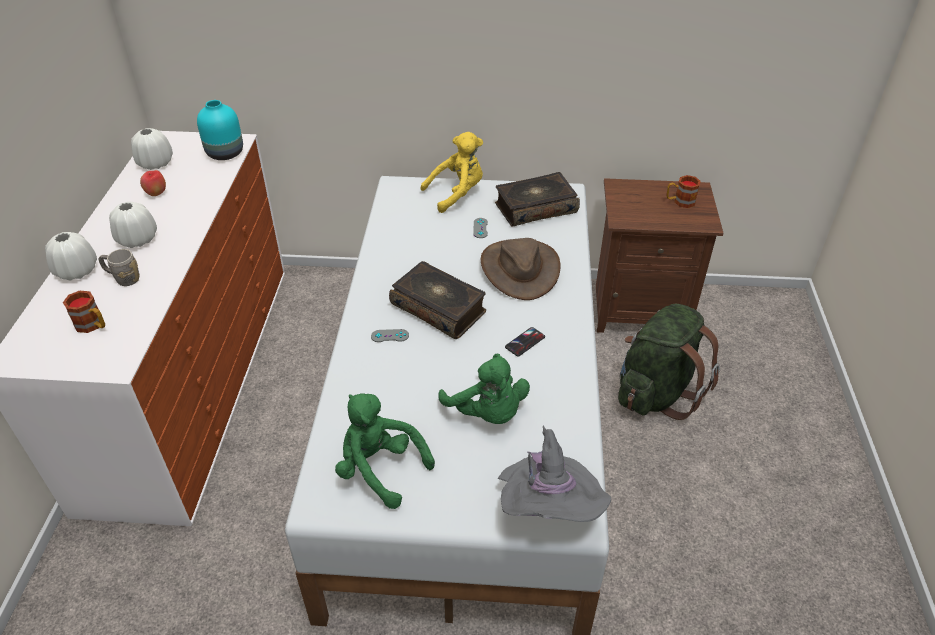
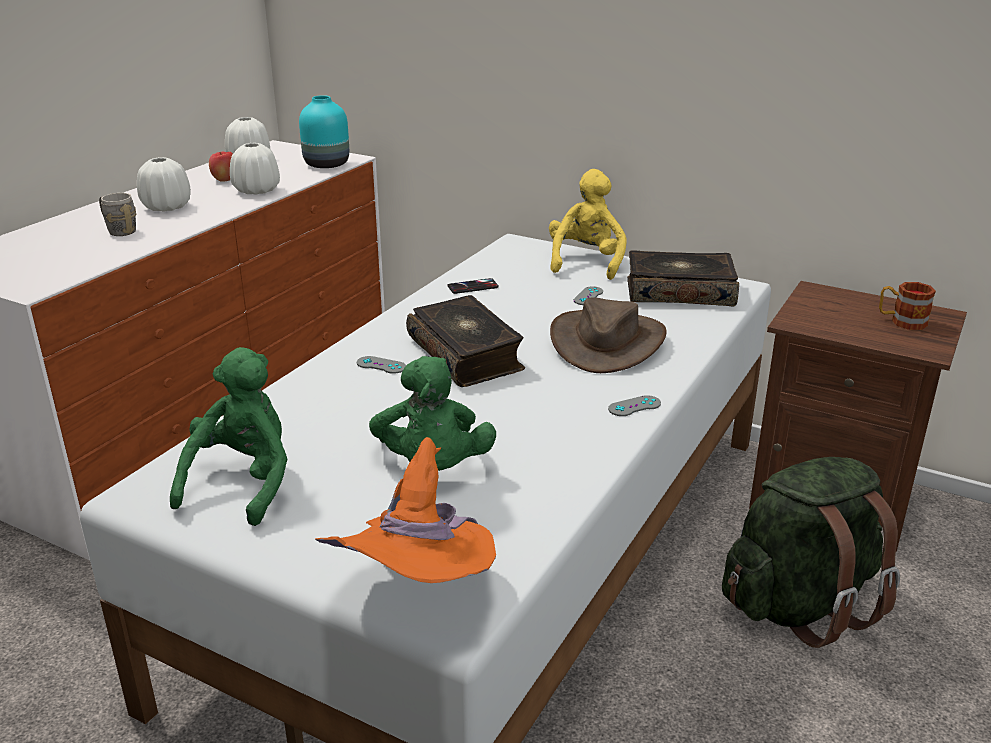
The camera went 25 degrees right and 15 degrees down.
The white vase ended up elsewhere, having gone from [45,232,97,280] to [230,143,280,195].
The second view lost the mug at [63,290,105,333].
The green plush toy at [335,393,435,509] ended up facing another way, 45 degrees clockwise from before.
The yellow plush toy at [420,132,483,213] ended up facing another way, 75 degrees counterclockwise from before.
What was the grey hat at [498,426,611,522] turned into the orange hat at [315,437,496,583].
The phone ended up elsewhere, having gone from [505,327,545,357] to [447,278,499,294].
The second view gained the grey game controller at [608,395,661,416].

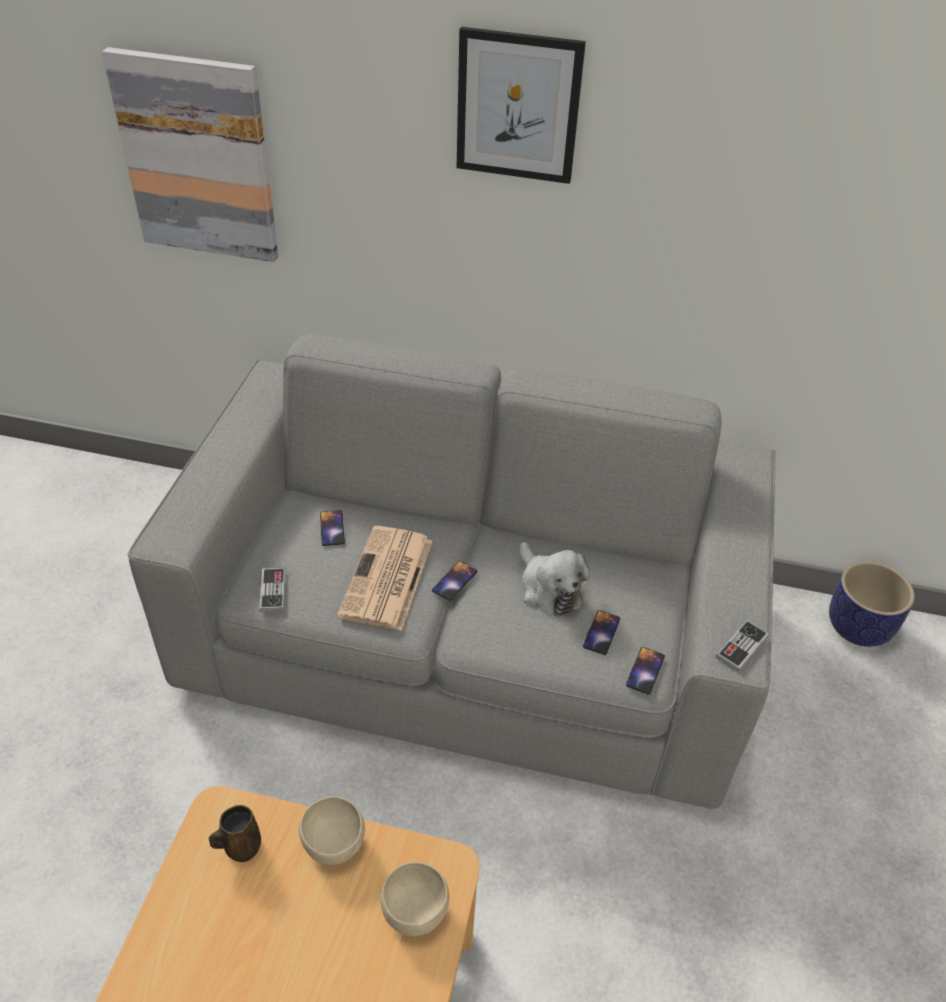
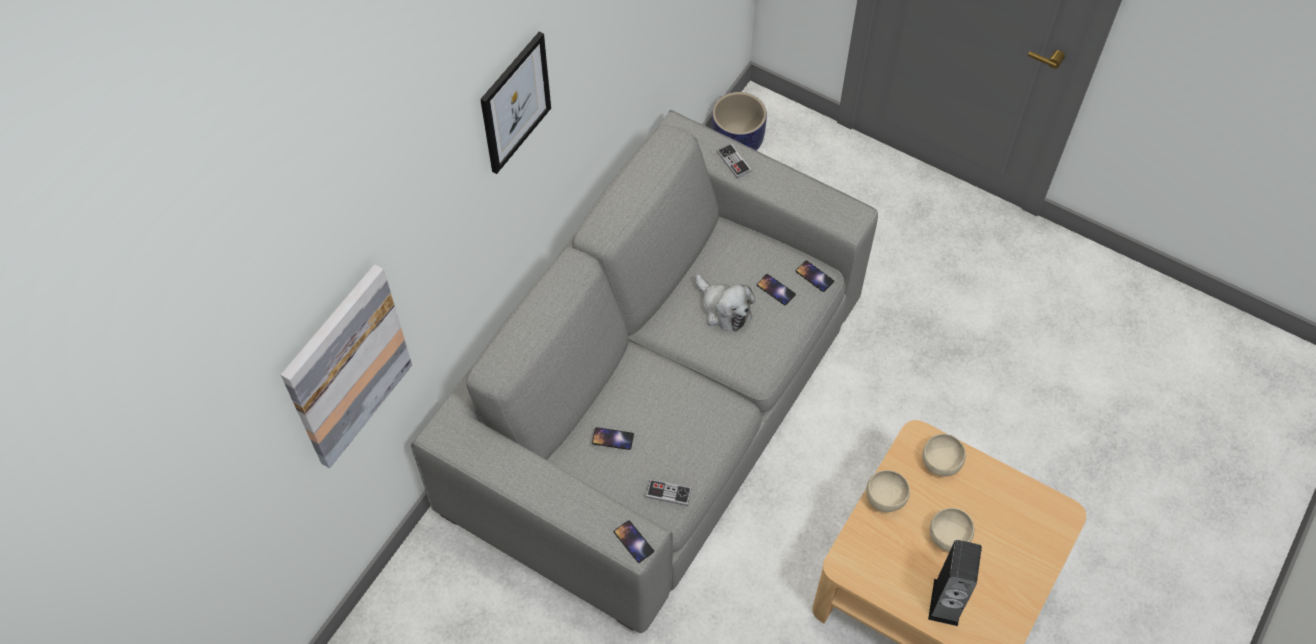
The camera went 70 degrees left and 15 degrees up.
The second view lost the brown mug at [209,805,261,862].
The second view lost the newspaper at [337,526,432,631].
The phone ended up elsewhere, having gone from [432,561,477,601] to [614,520,654,563].
The plush toy at [520,542,590,617] ended up facing another way, 60 degrees clockwise from before.
The game controller ended up elsewhere, having gone from [715,620,769,672] to [717,143,752,179].
The second view gained the speaker at [928,540,982,626].
The second view gained the beige bowl at [930,508,974,552].

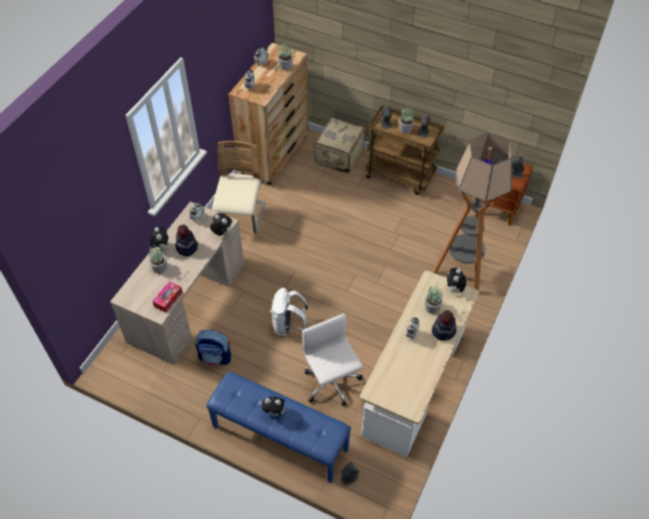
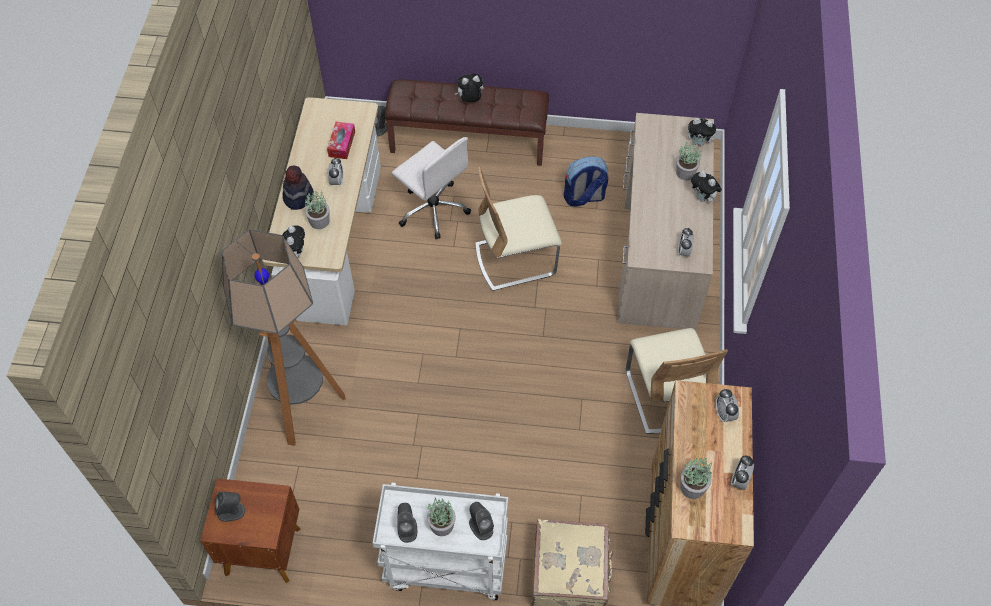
The camera went 160 degrees right and 5 degrees up.
The tissue box ended up elsewhere, having gone from [152,281,183,313] to [327,122,355,159].
The second view lost the hat at [175,225,198,256].
What was the blue bench at [206,372,351,483] turned into the brown bench at [385,80,549,166].
The plush toy ended up elsewhere, having gone from [210,213,232,236] to [687,118,718,146].
Where the white backpack stood at [271,288,308,336], the beige chair came to stand at [475,167,562,291].
What was the brown cart at [365,106,444,195] turned into the white cart at [372,483,508,600].

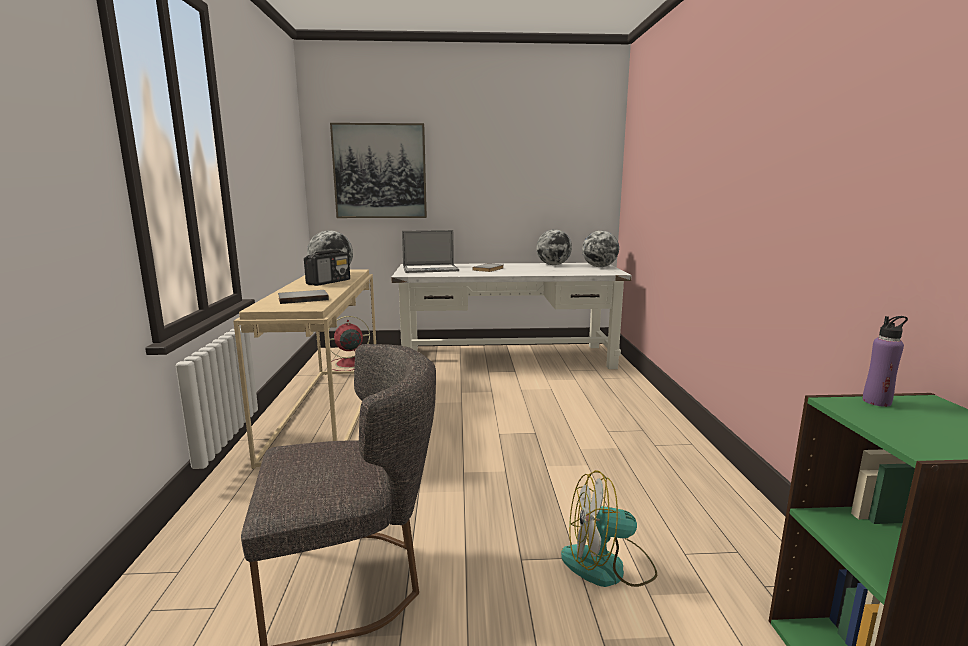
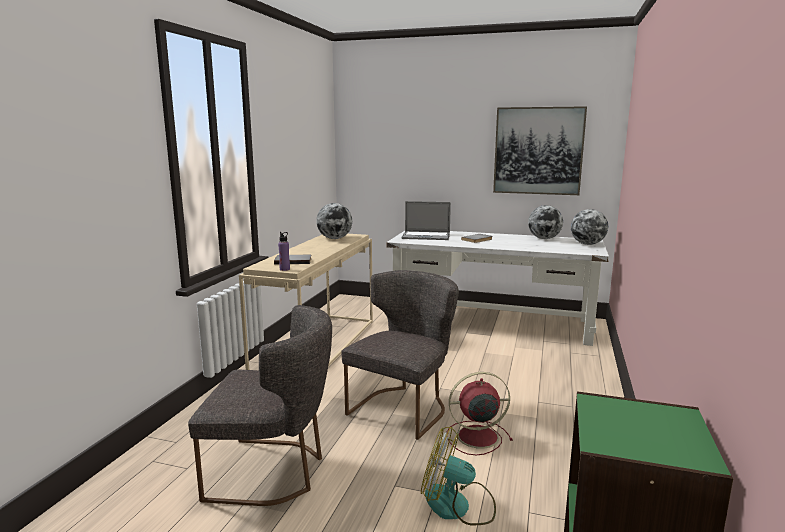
The camera went 20 degrees right and 0 degrees up.
The second view lost the radio at [304,249,350,286].
The red fan ended up elsewhere, having gone from [329,316,370,371] to [447,372,513,455].
The picture ended up elsewhere, having gone from [330,123,427,218] to [493,106,587,195].
The purple bottle ended up elsewhere, having gone from [863,316,908,407] to [278,232,290,271].
The second view gained the grey chair at [341,270,459,440].

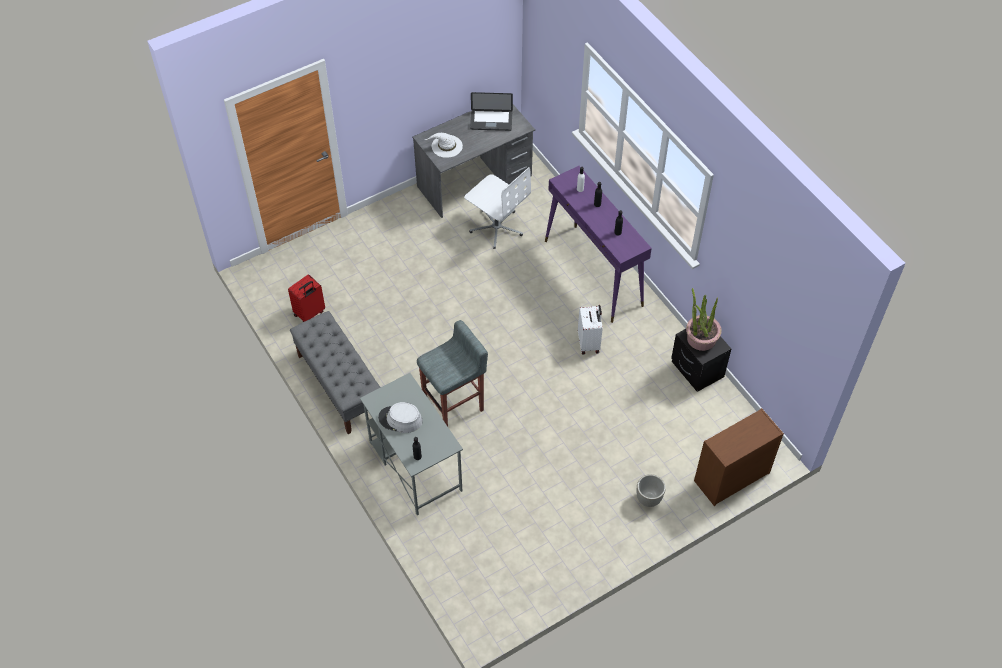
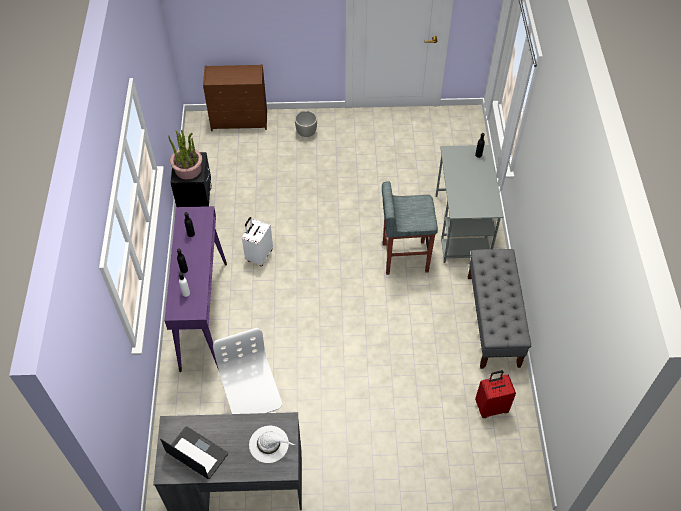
The camera went 150 degrees left and 0 degrees up.
The second view lost the grey hat at [378,402,423,433].

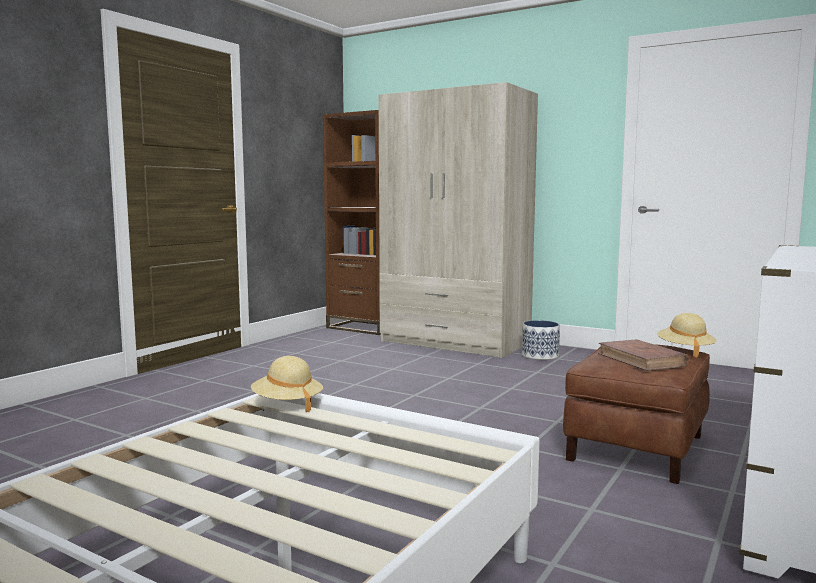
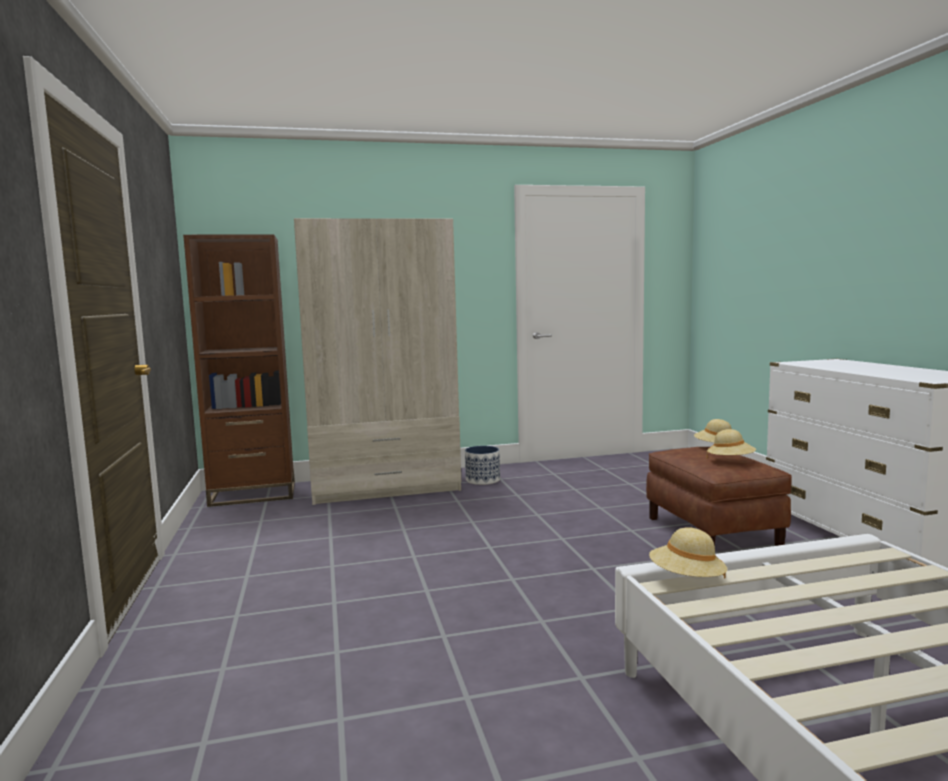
The camera went 45 degrees left and 0 degrees up.
Where the brown book stood at [598,339,689,371], the beige hat came to stand at [706,429,756,459].

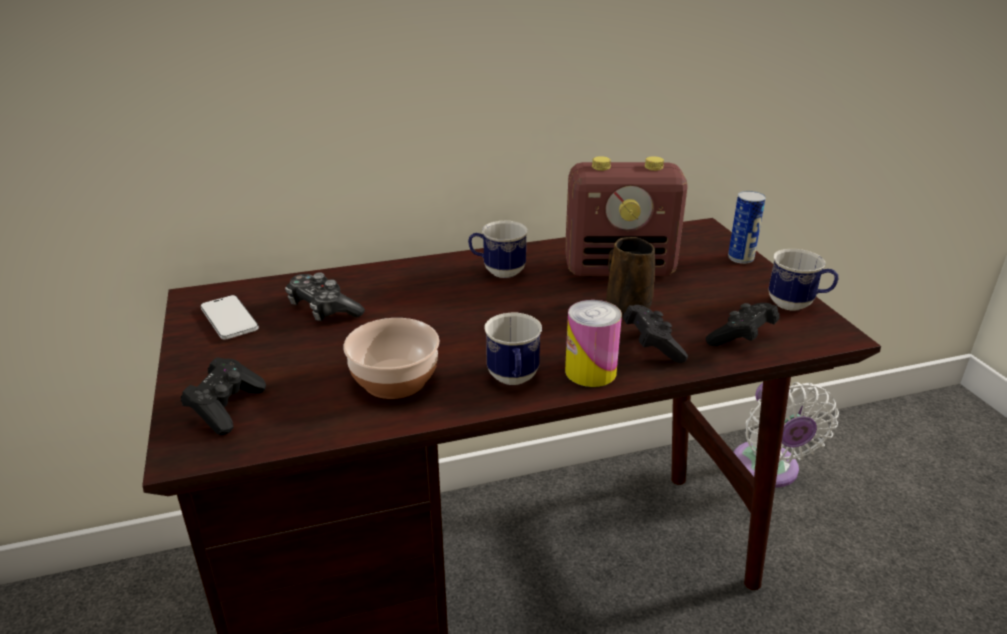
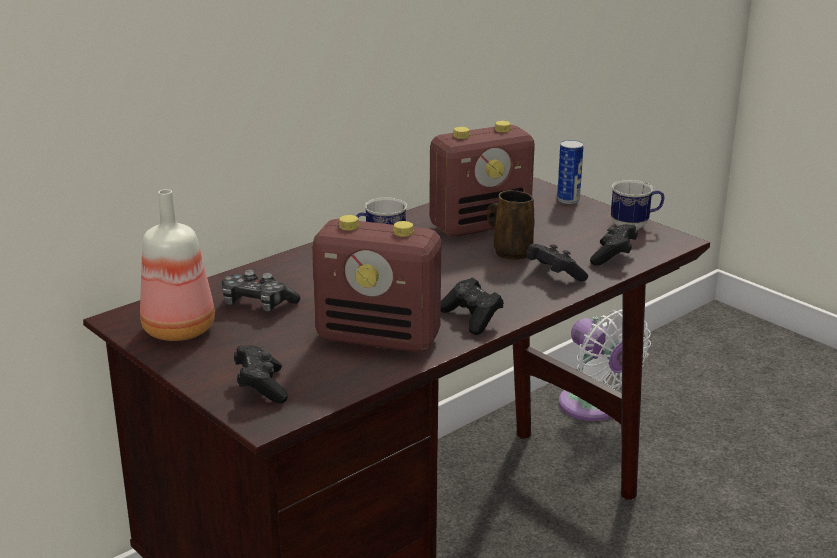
The camera went 25 degrees left and 5 degrees down.
Where the phone stood at [200,295,259,339], the bottle came to stand at [140,189,215,341].
Where the bowl stood at [343,318,440,399], the radio came to stand at [312,215,441,352].
Where the mug stood at [484,313,542,385], the black game controller came to stand at [441,278,504,335].
The second view lost the can at [565,300,622,387].

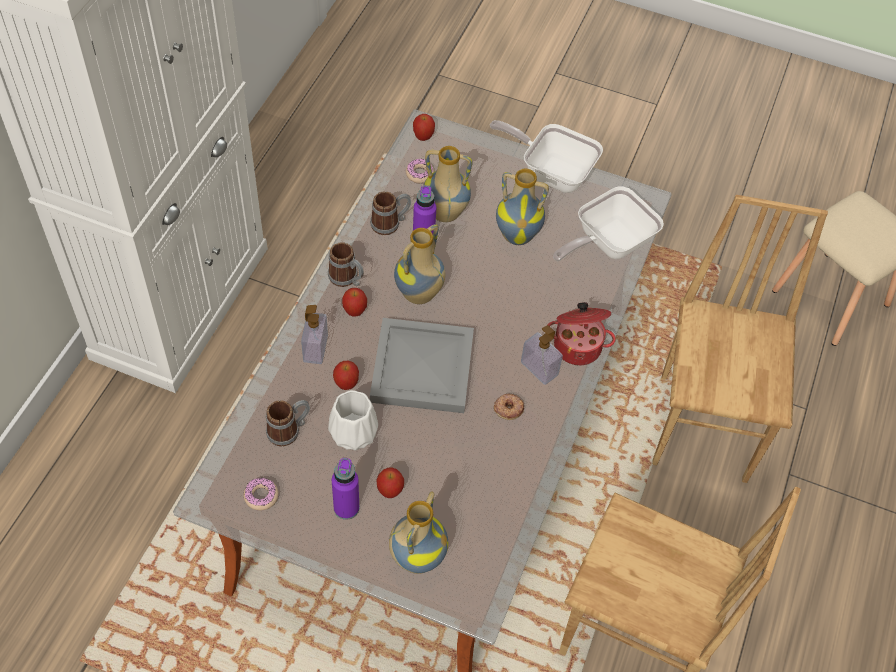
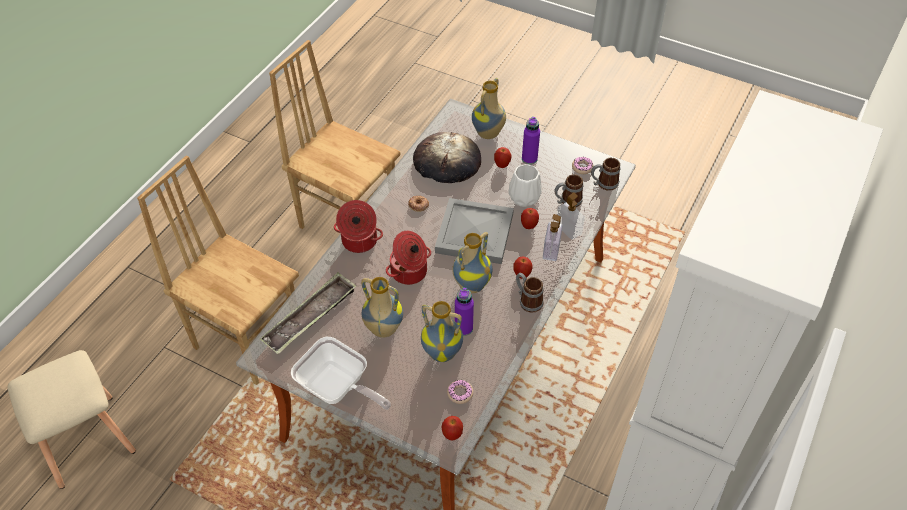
The camera went 170 degrees left and 5 degrees down.
The mug ended up elsewhere, having gone from [370,191,411,235] to [591,157,621,191].
The soap dispenser ended up elsewhere, having gone from [521,325,563,385] to [556,192,585,240].
Where the frying pan stood at [553,186,664,261], the tray came to stand at [260,272,356,354].
The brown chair at [652,195,828,483] ended up facing another way, 105 degrees clockwise from before.
The second view gained the cooking pot at [386,231,431,285].
The second view gained the bread at [413,132,481,183].

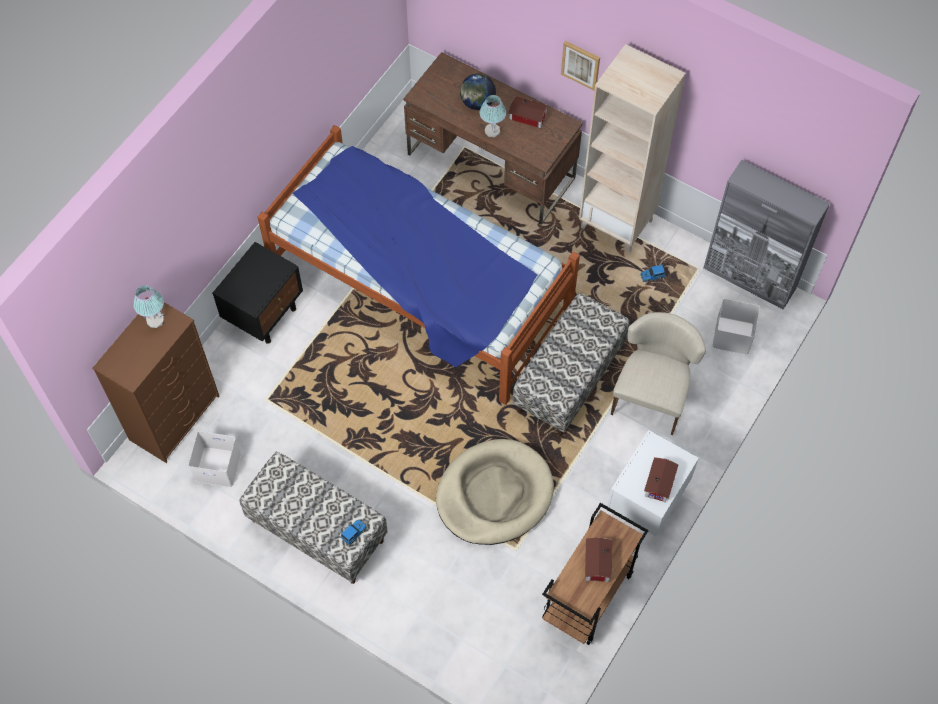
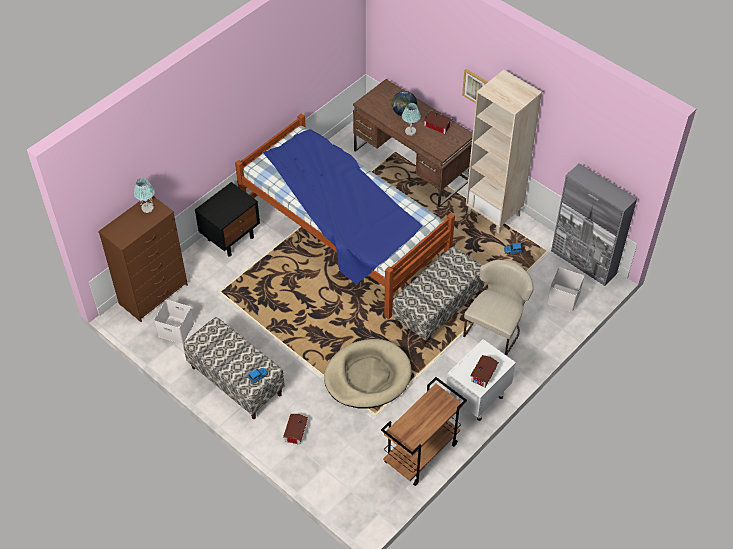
The camera went 10 degrees right and 10 degrees down.
The toy house ended up elsewhere, having gone from [585,537,612,582] to [283,414,308,445].

